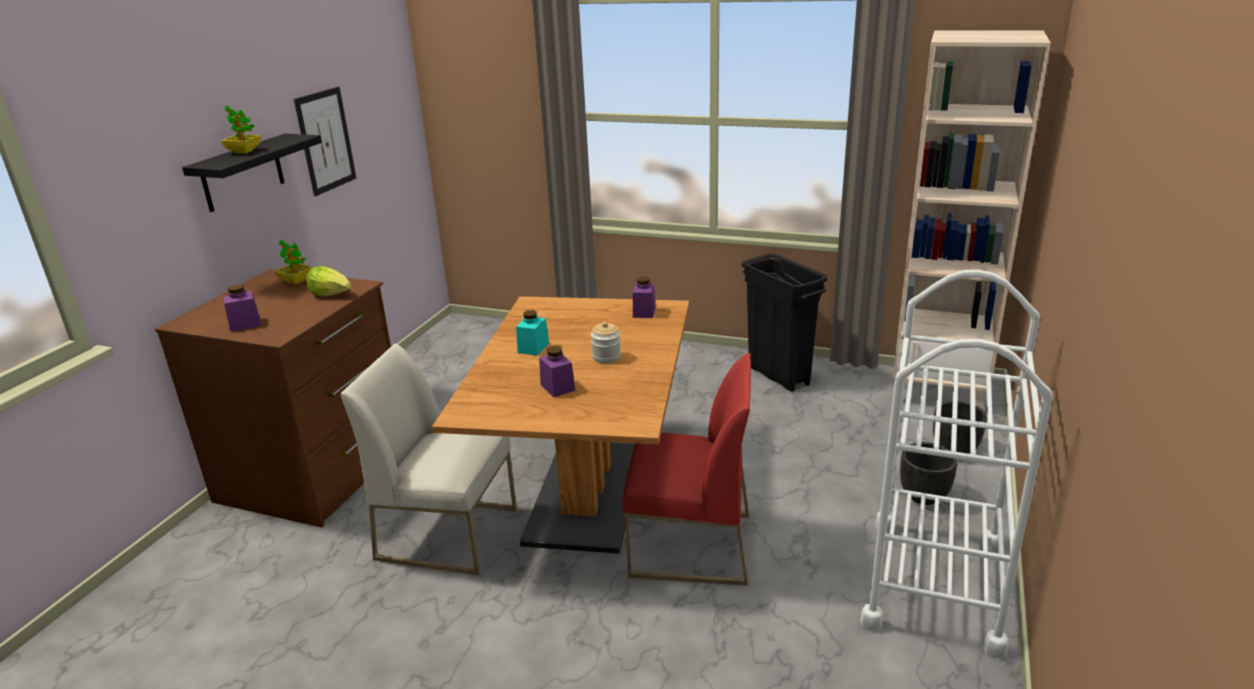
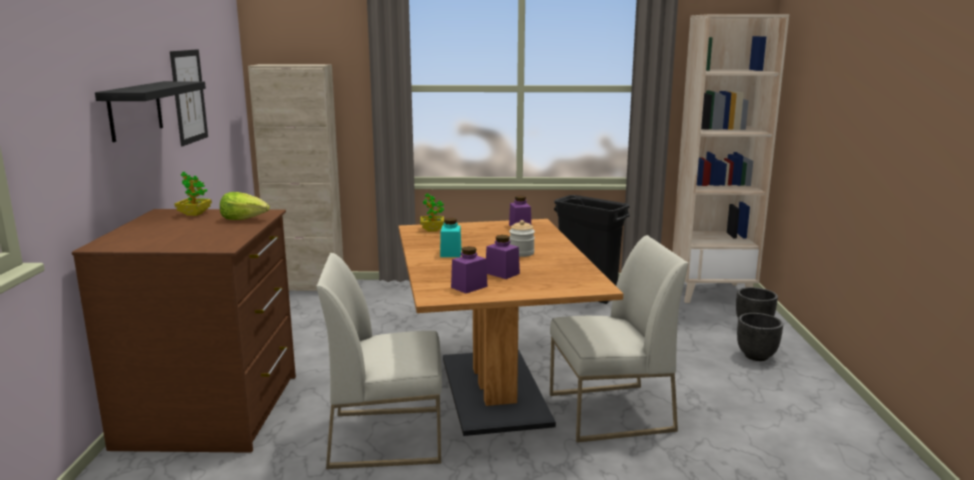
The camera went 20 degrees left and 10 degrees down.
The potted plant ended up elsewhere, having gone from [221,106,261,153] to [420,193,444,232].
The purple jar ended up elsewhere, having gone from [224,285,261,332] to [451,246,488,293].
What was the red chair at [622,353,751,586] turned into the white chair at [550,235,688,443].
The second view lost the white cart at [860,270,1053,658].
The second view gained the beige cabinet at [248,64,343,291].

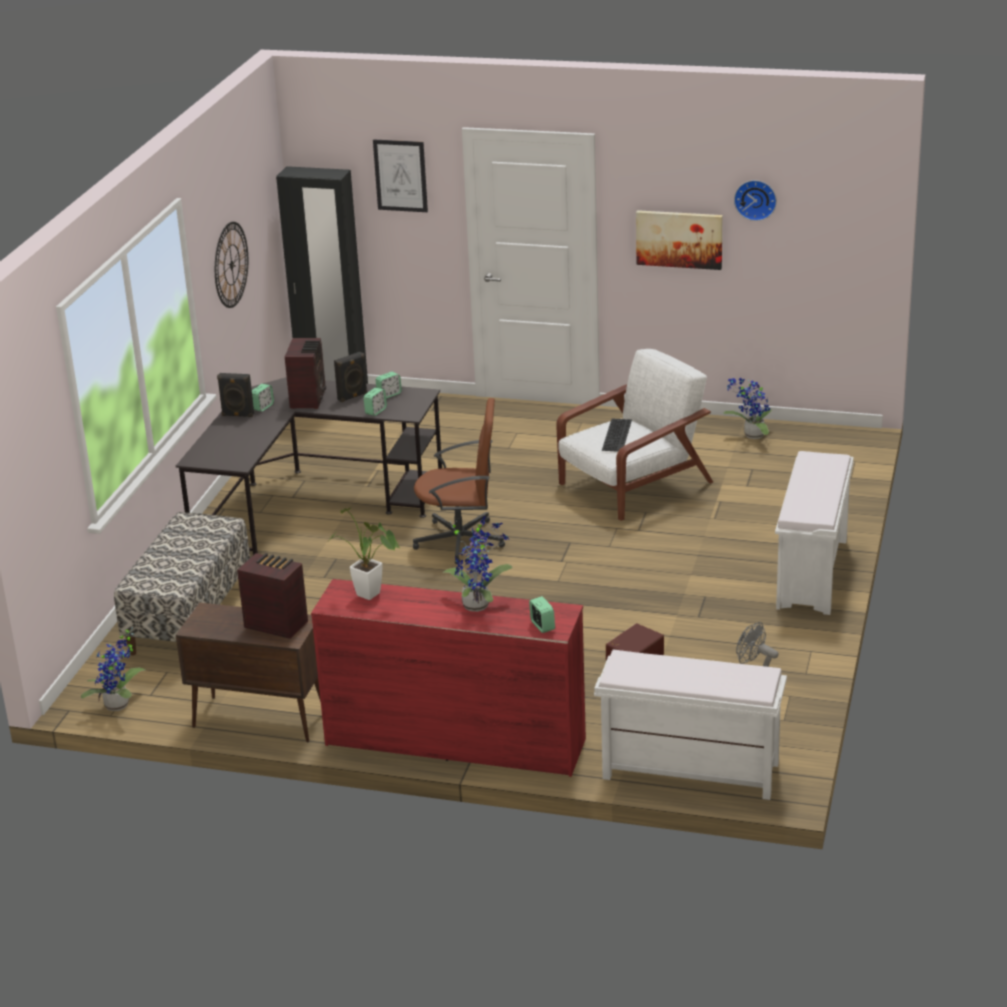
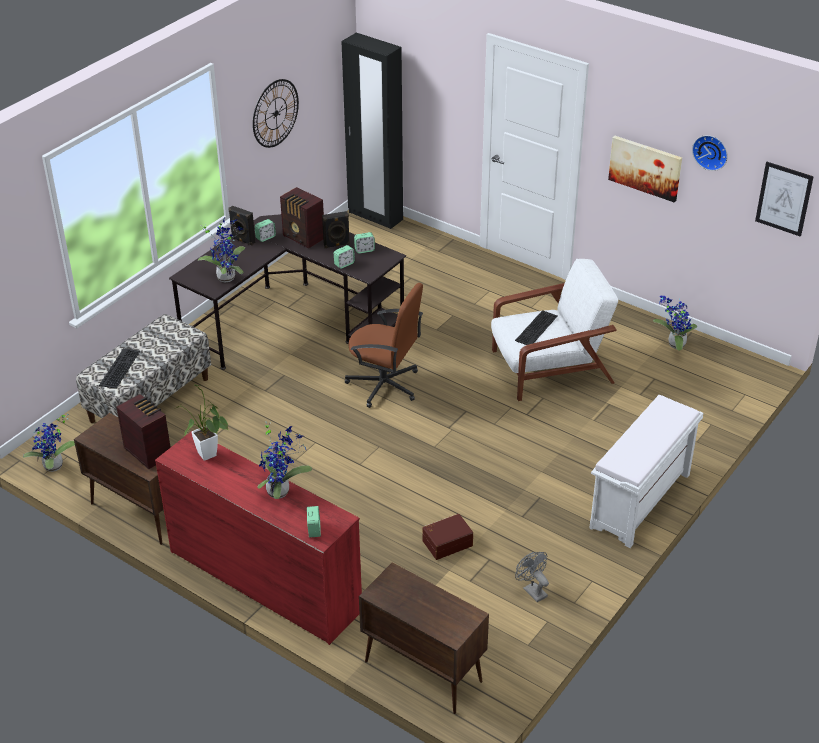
The camera went 20 degrees right and 10 degrees up.
The radio at [285,338,326,409] ended up facing another way, 105 degrees clockwise from before.
The picture ended up elsewhere, having gone from [373,139,428,212] to [755,162,814,237].
Where the white bench stood at [594,649,787,800], the brown cabinet came to stand at [359,562,489,714].
The second view gained the keyboard at [99,348,140,389].
The second view gained the potted plant at [198,217,245,282].

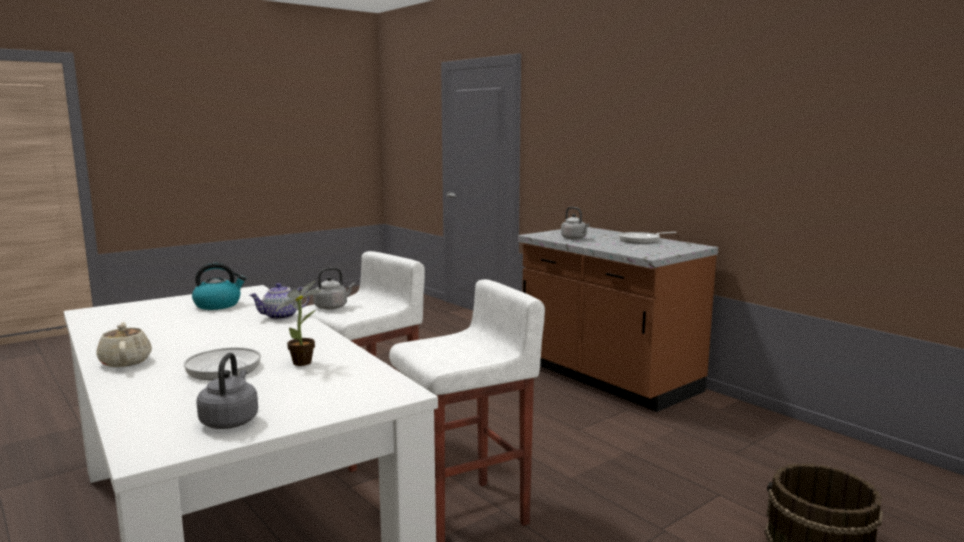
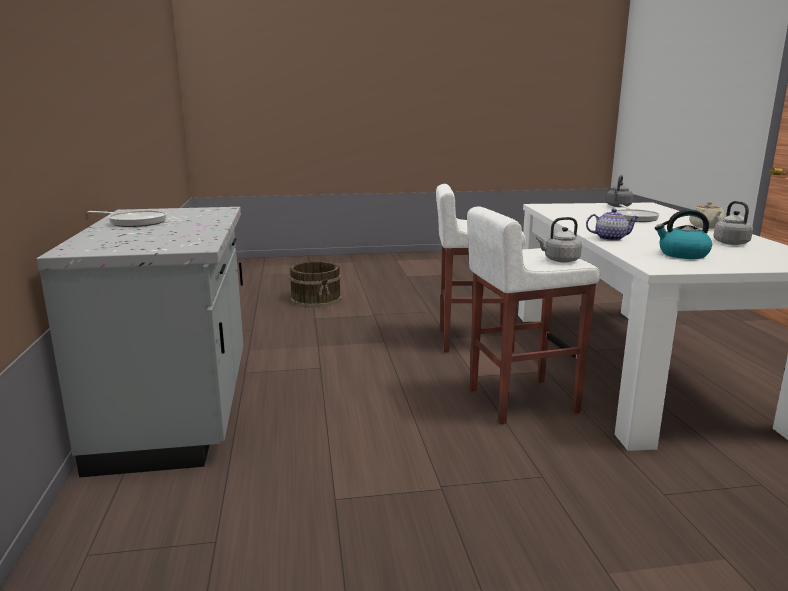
The camera went 150 degrees left and 5 degrees up.
The second view lost the potted plant at [275,281,320,366].
What was the brown counter at [518,227,718,412] turned into the grey counter at [37,207,243,477].
The grey kettle ended up elsewhere, having gone from [561,207,590,239] to [713,201,753,245].

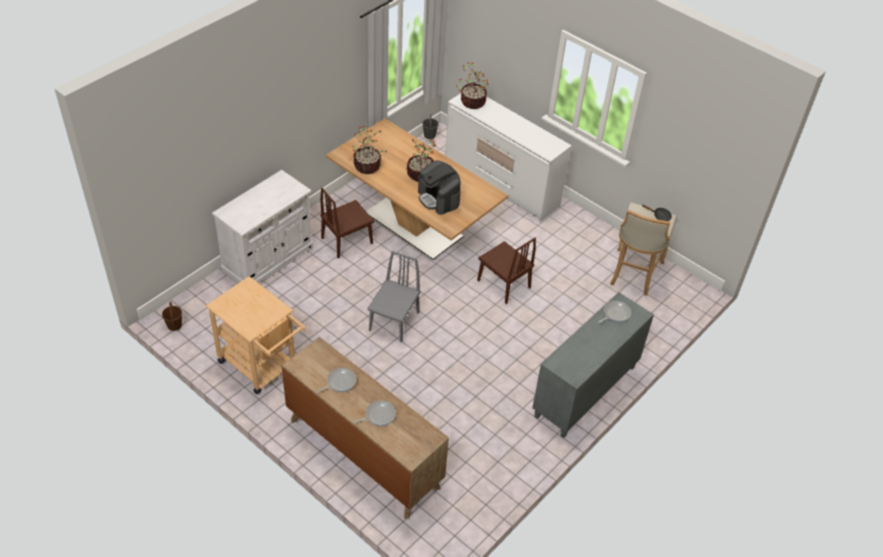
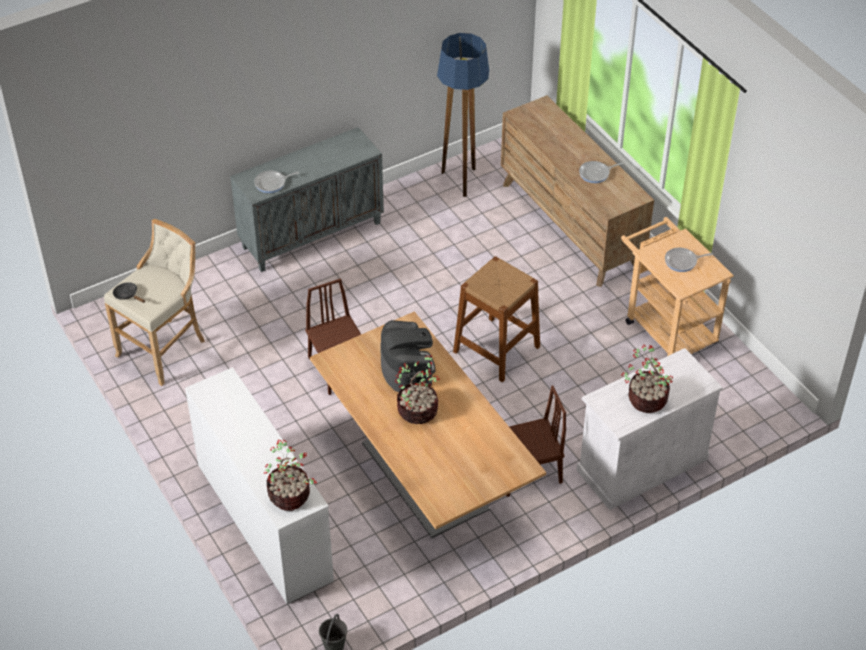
The camera went 160 degrees left and 0 degrees up.
The second view lost the brown bucket at [162,302,182,331].
The potted plant ended up elsewhere, having gone from [352,125,387,174] to [622,345,673,413].
The frying pan ended up elsewhere, having gone from [353,400,396,426] to [665,248,713,272].
Where the grey chair stood at [368,251,421,342], the brown stool came to stand at [453,256,540,382].
The second view gained the floor lamp at [437,33,489,197].

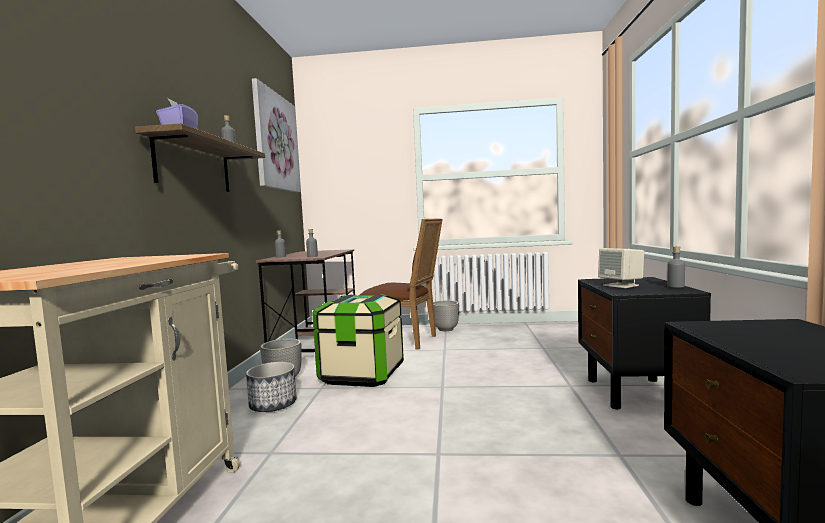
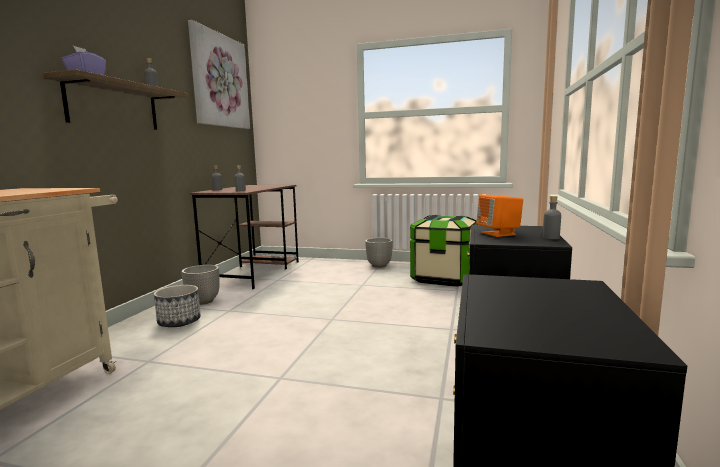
The camera went 10 degrees right and 5 degrees up.
The storage box ended up elsewhere, having gone from [312,294,404,387] to [410,215,477,287].
The second view lost the brown chair at [360,218,443,350].
What was the beige speaker at [598,248,644,288] turned into the orange speaker at [476,194,523,237].

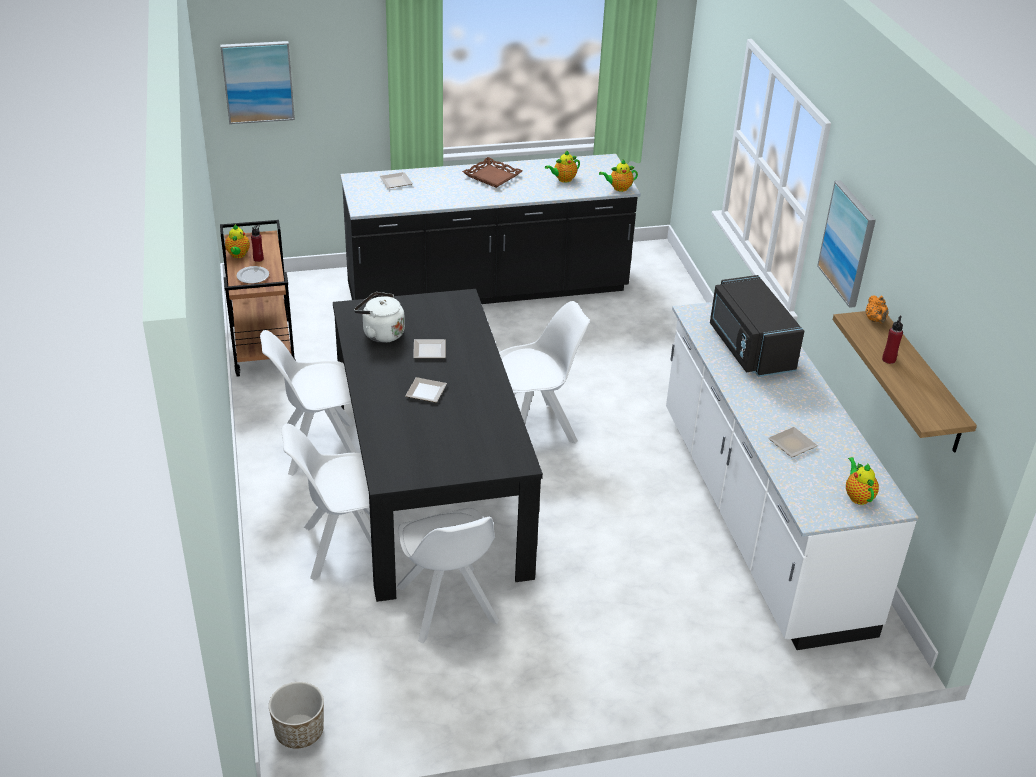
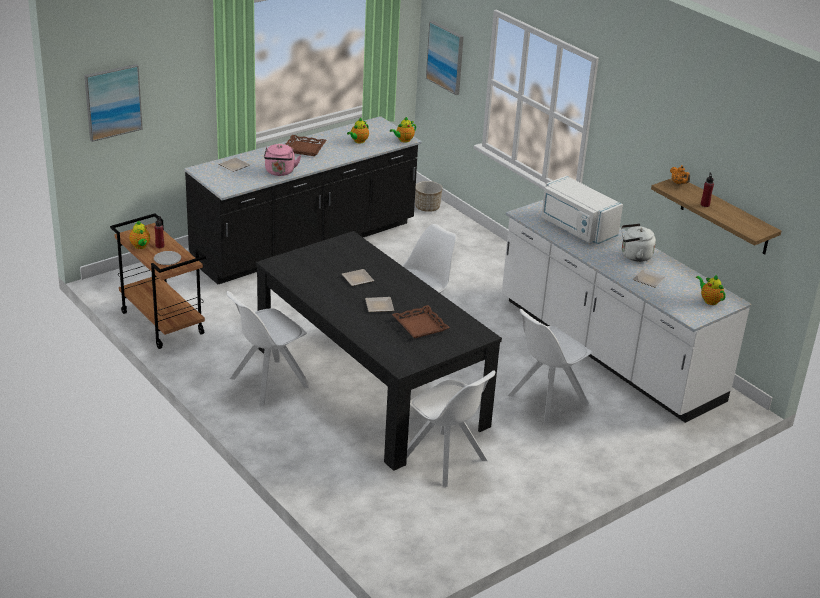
The camera went 25 degrees left and 5 degrees down.
The planter ended up elsewhere, having gone from [269,682,324,749] to [415,181,443,212].
The white chair ended up elsewhere, having gone from [281,423,372,581] to [507,309,592,424].
The white kettle ended up elsewhere, having gone from [354,292,405,343] to [621,223,656,262].
What was the black microwave at [710,275,804,377] turned into the white microwave at [541,176,623,244].
The picture ended up elsewhere, having gone from [817,180,876,308] to [426,21,464,95].
The second view gained the pink kettle at [264,144,301,176].
The second view gained the brown tray at [392,305,450,338].

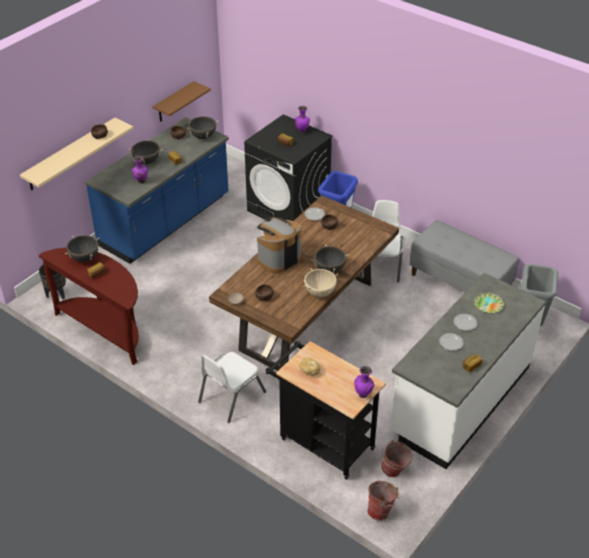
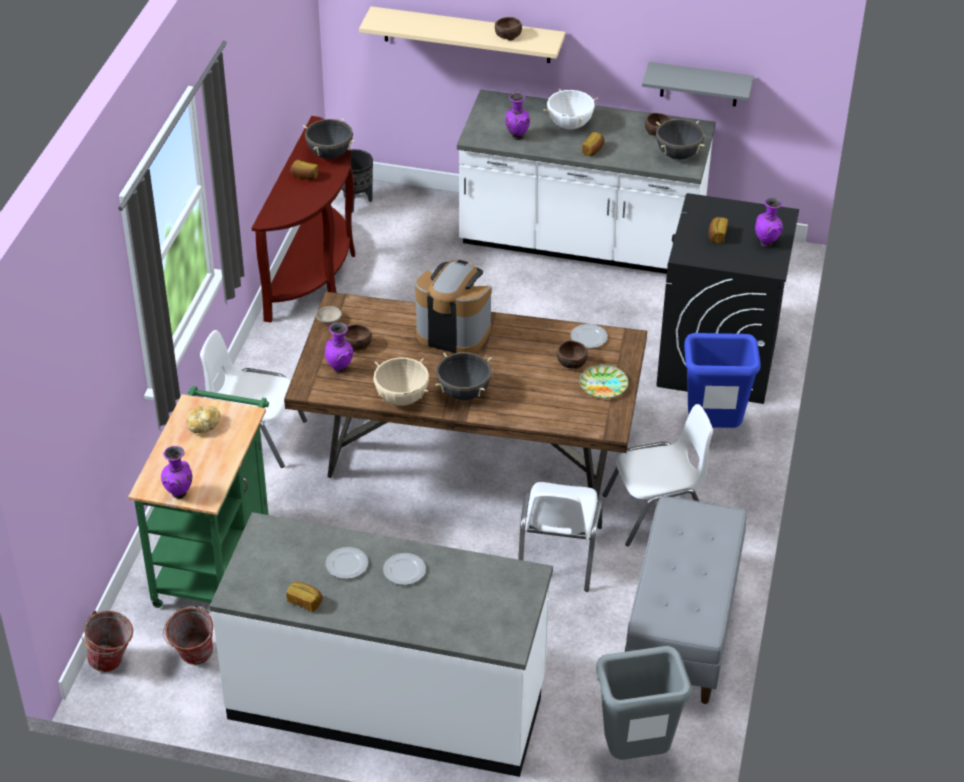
The camera went 65 degrees right and 0 degrees up.
What was the blue counter at [85,117,229,264] turned into the white counter at [457,90,716,274].
What was the black cooking pot at [128,139,163,164] turned into the white cooking pot at [544,88,598,129].
What was the brown shelf at [152,81,211,122] turned into the grey shelf at [642,62,754,107].
What was the black cart at [266,341,386,479] turned into the green cart at [128,386,269,608].
The plate ended up elsewhere, having gone from [474,292,504,313] to [579,365,628,398].
The second view gained the purple vase at [325,322,353,373].
The second view gained the white chair at [518,482,603,592].

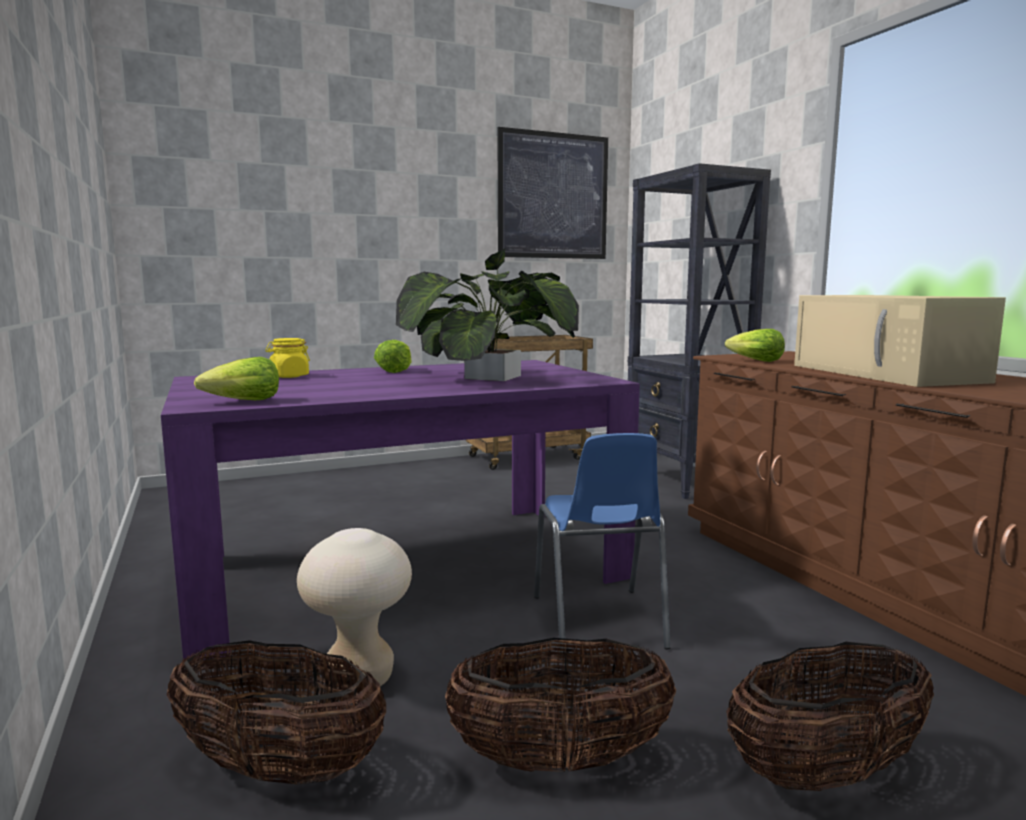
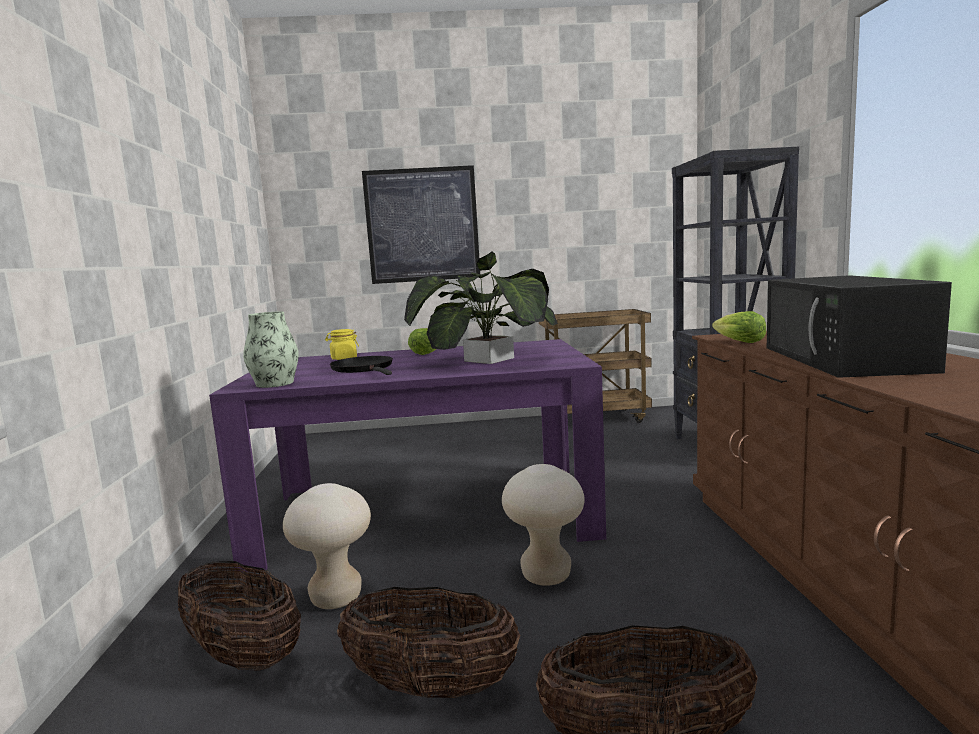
The camera went 20 degrees right and 0 degrees up.
Where the lettuce stood at [194,357,279,400], the vase came to stand at [243,312,299,388].
The picture ended up elsewhere, having gone from [497,127,608,259] to [362,165,480,284].
Where the blue chair stood at [534,433,670,656], the beige stool came to stand at [502,464,585,586].
What was the beige microwave at [794,295,1006,387] turned into the black microwave at [767,275,952,378].
The second view gained the black frying pan at [330,356,393,375].

